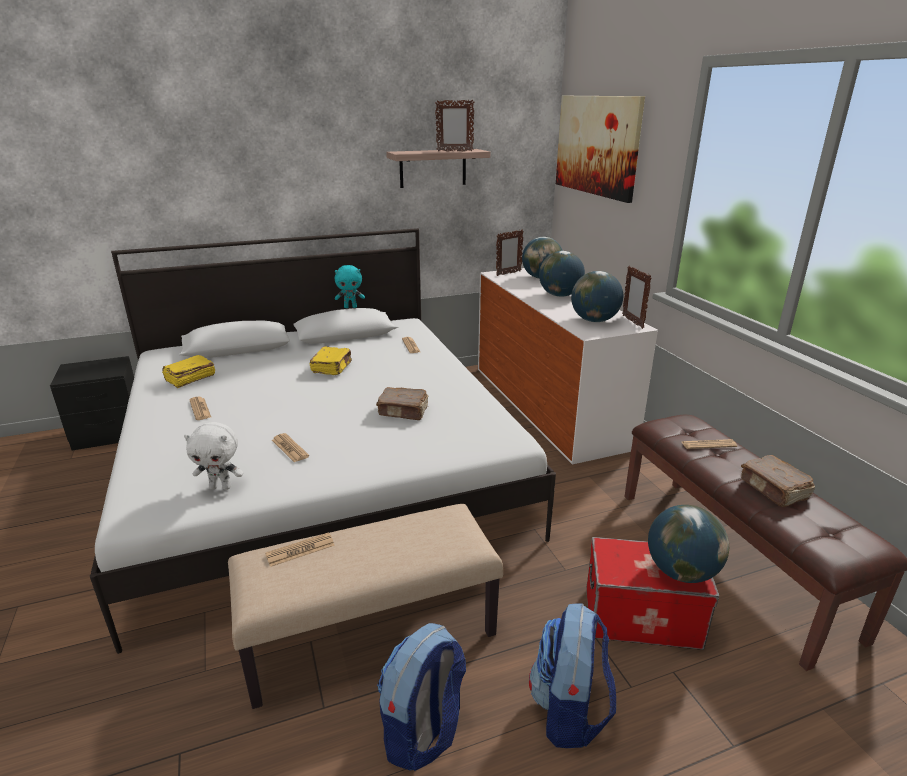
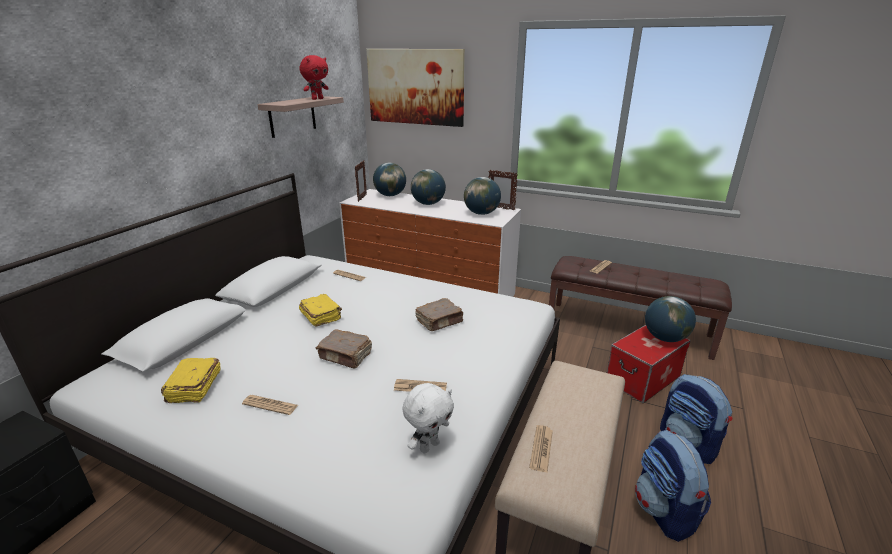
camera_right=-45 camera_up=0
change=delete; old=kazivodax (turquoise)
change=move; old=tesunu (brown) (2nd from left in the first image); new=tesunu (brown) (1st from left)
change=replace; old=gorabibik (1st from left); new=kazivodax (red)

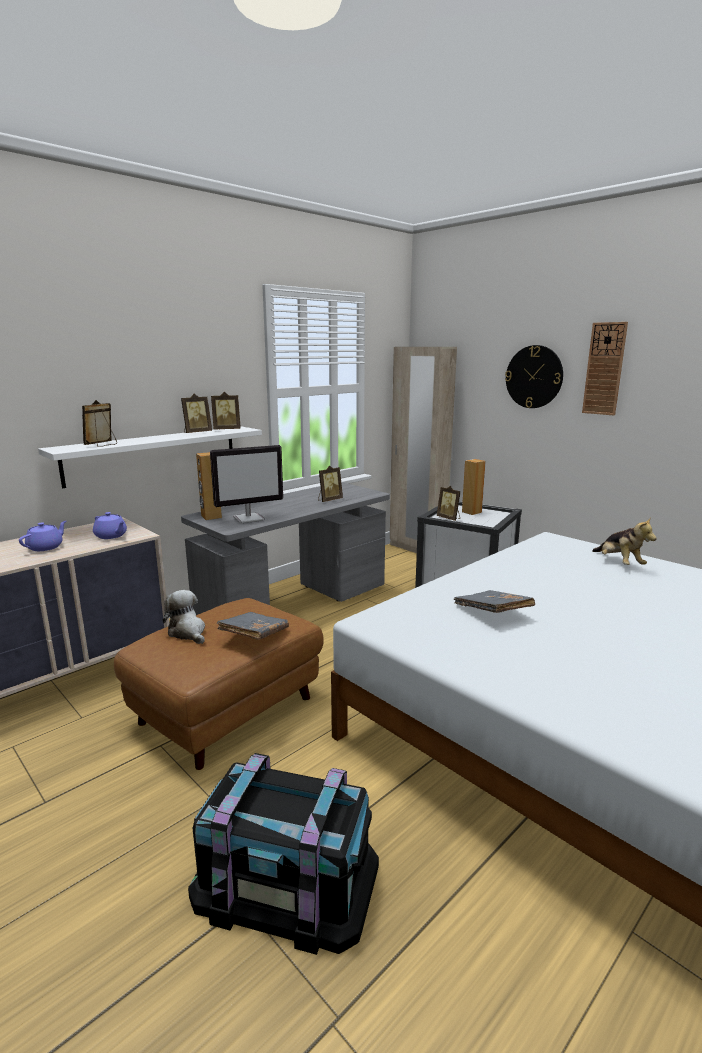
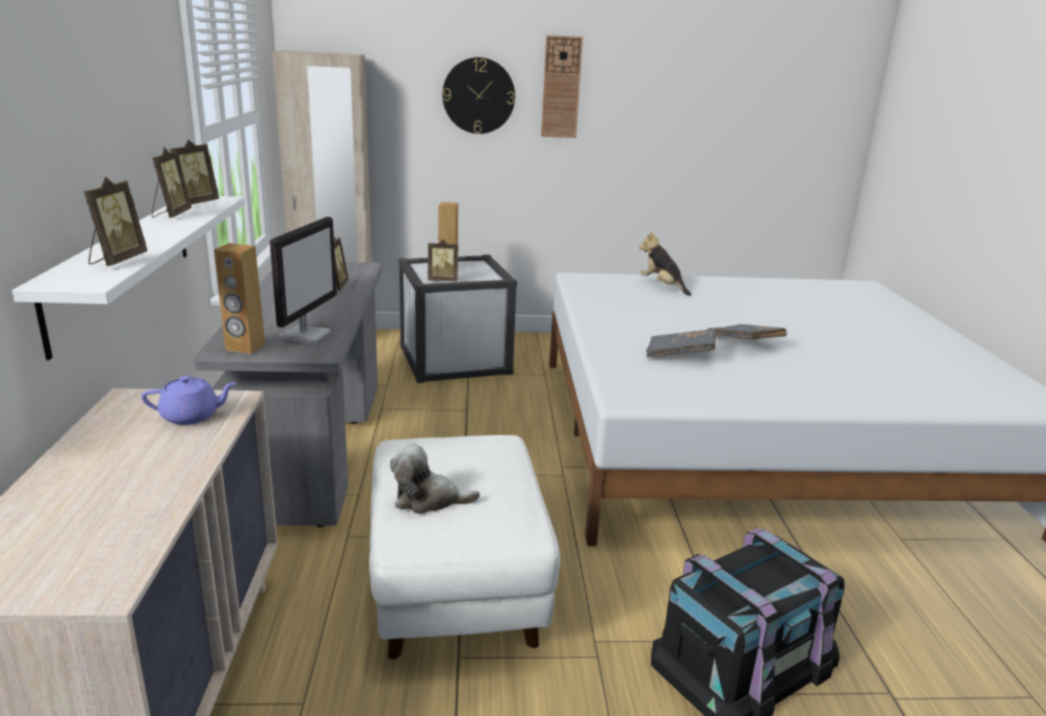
camera_right=-50 camera_up=5
change=delete; old=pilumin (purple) (1st from left)
change=move; old=tesunu (grey) (1st from left in the first image); new=tesunu (grey) (2nd from left)
change=recolor; old=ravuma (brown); new=ravuma (white)
change=rotate; old=gorabibik (1st from left); degrees=-150
change=rotate; old=kazivodax (2nd from left); degrees=-150

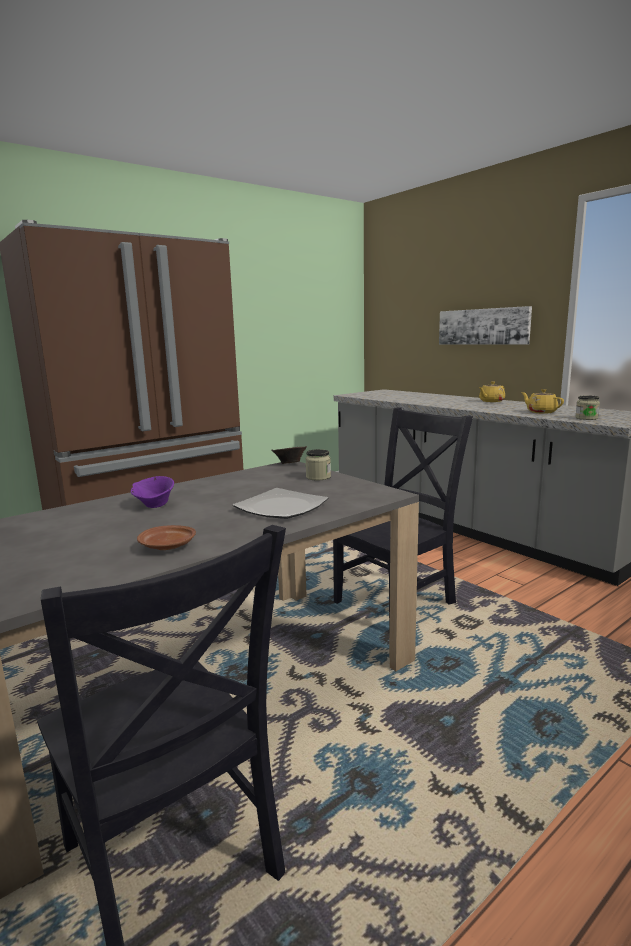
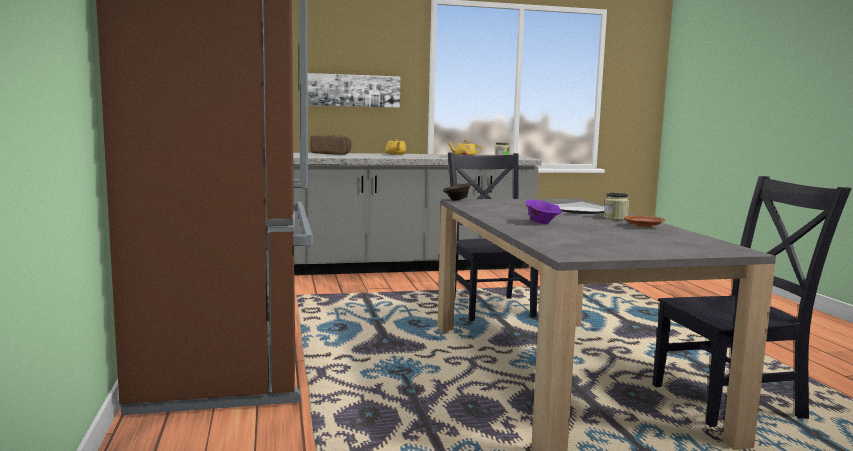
camera_right=-65 camera_up=-5
change=insert; new=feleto
change=move; old=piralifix (1st from left in the first image); new=piralifix (2nd from left)

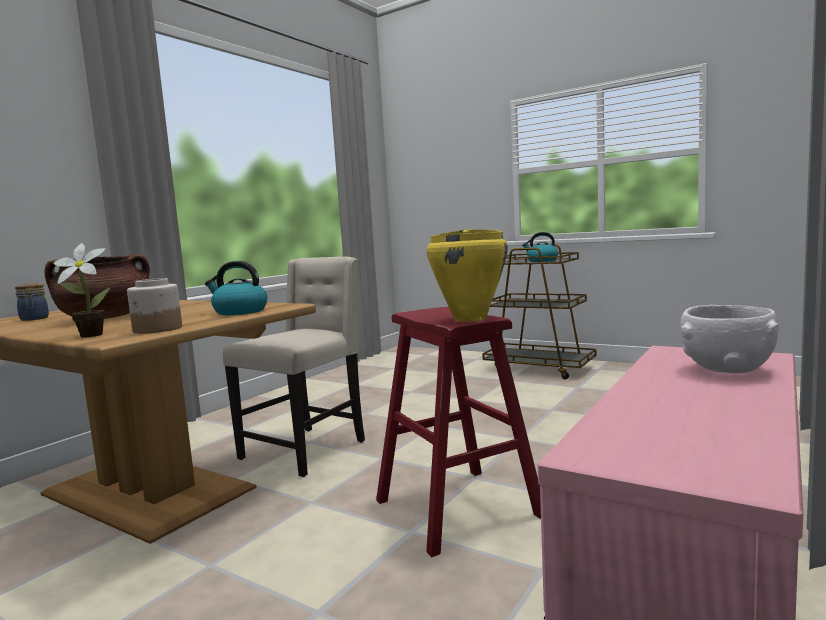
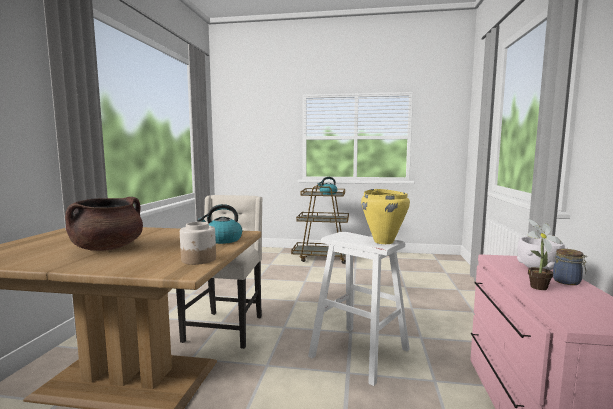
camera_right=-25 camera_up=0
change=move; old=piralifix (1st from left in the first image); new=piralifix (2nd from left)
change=move; old=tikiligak
change=recolor; old=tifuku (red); new=tifuku (white)

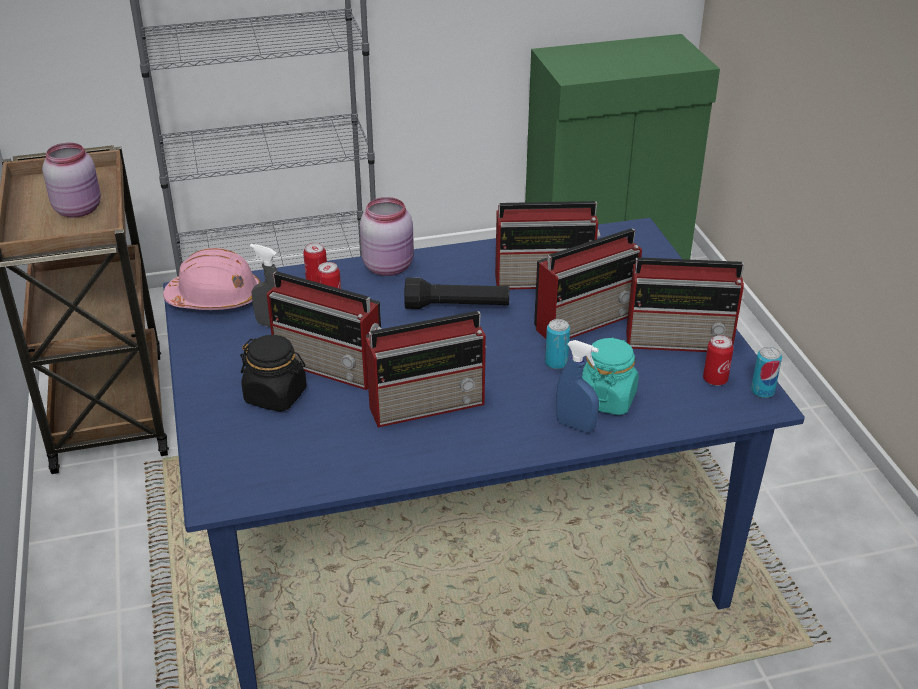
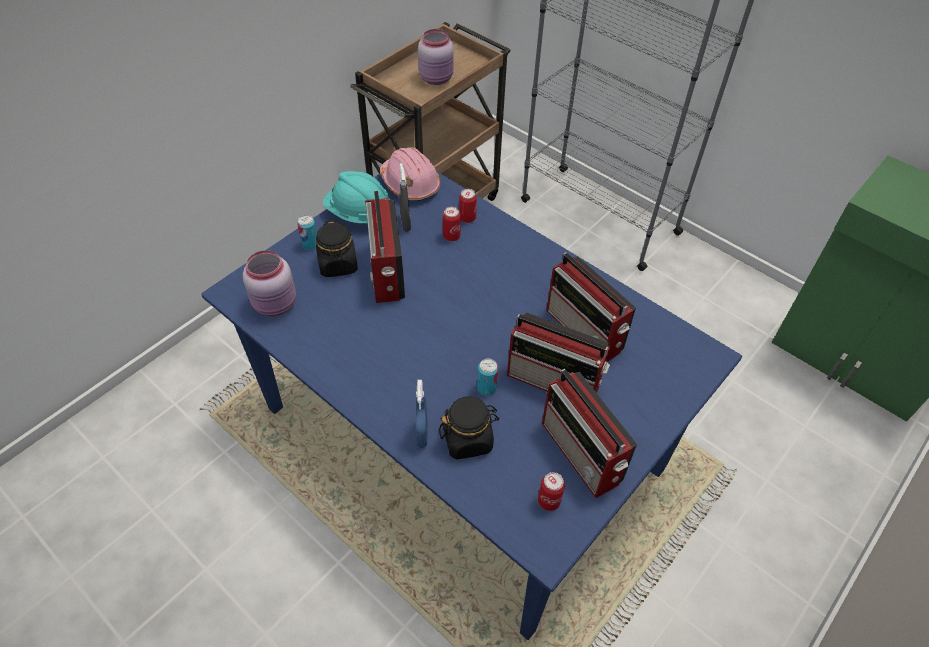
camera_right=55 camera_up=15
change=delete; old=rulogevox (2nd from left)
change=delete; old=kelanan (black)
change=insert; new=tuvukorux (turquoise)
change=move; old=piralifix (pink) (2nd from left in the first image); new=piralifix (pink) (1st from left)
change=move; old=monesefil (5th from left in the first image); new=monesefil (1st from left)
change=recolor; old=piralifix (turquoise); new=piralifix (black) (2nd from left)

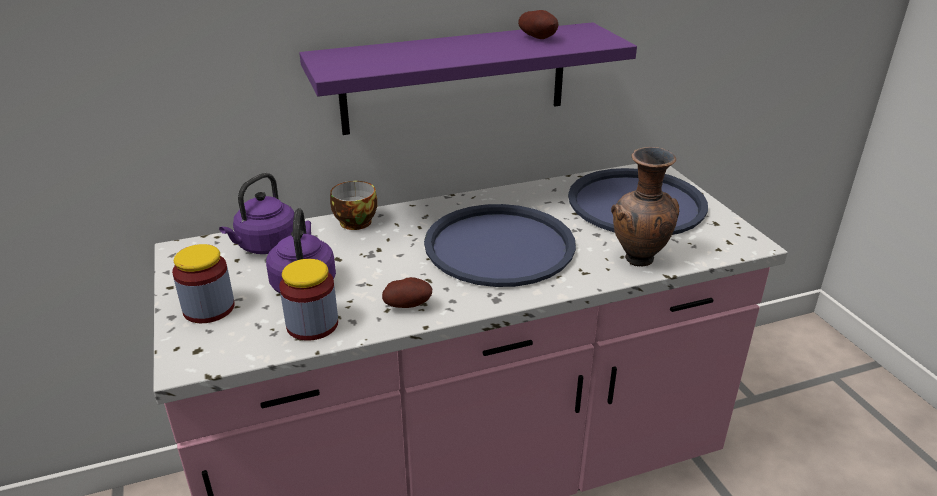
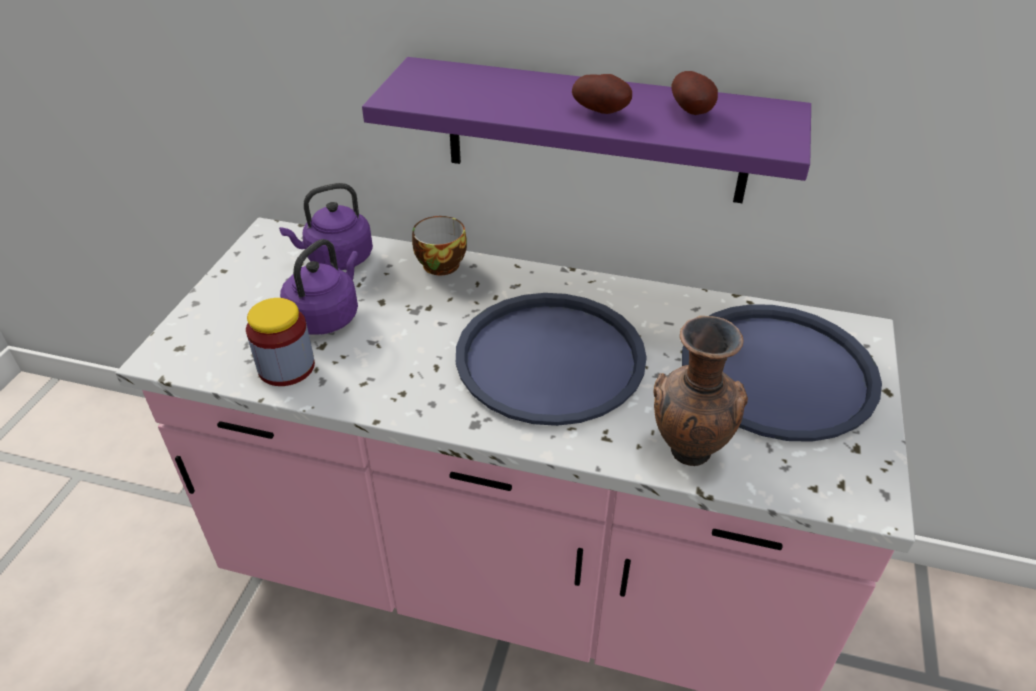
camera_right=35 camera_up=10
change=delete; old=piralifix (1st from left)
change=move; old=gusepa (1st from left)

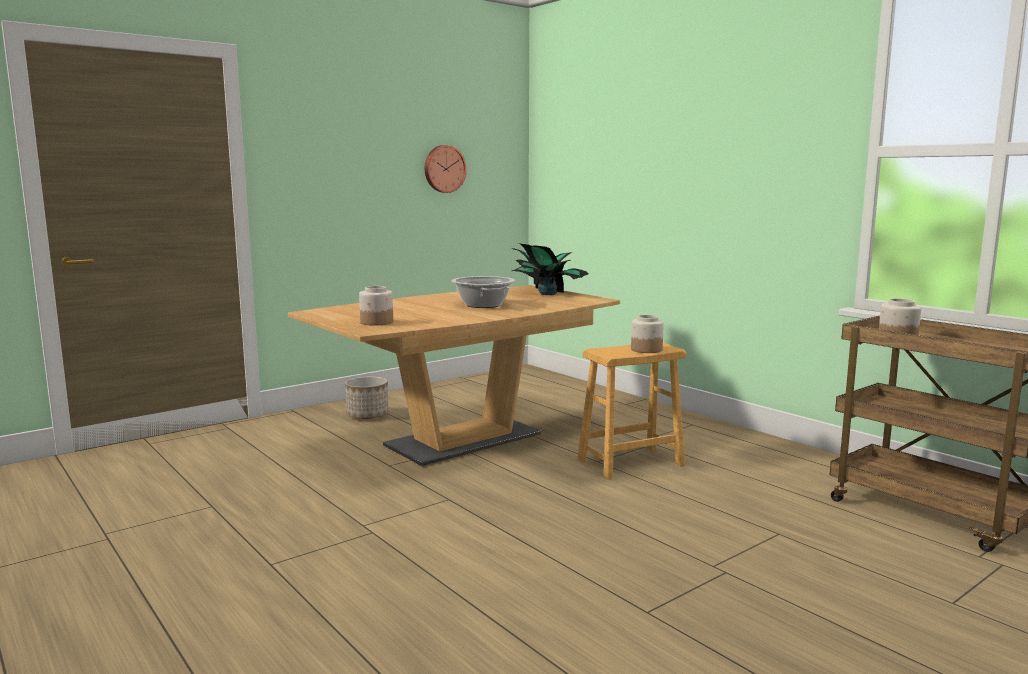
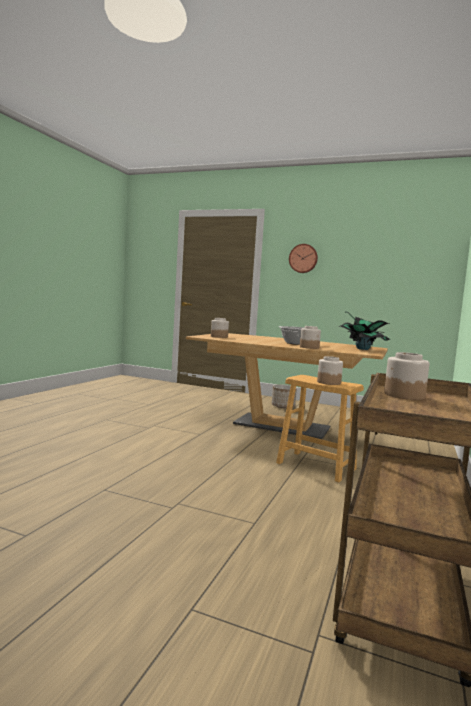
camera_right=60 camera_up=-5
change=insert; new=piralifix (2nd from left)
change=move; old=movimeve

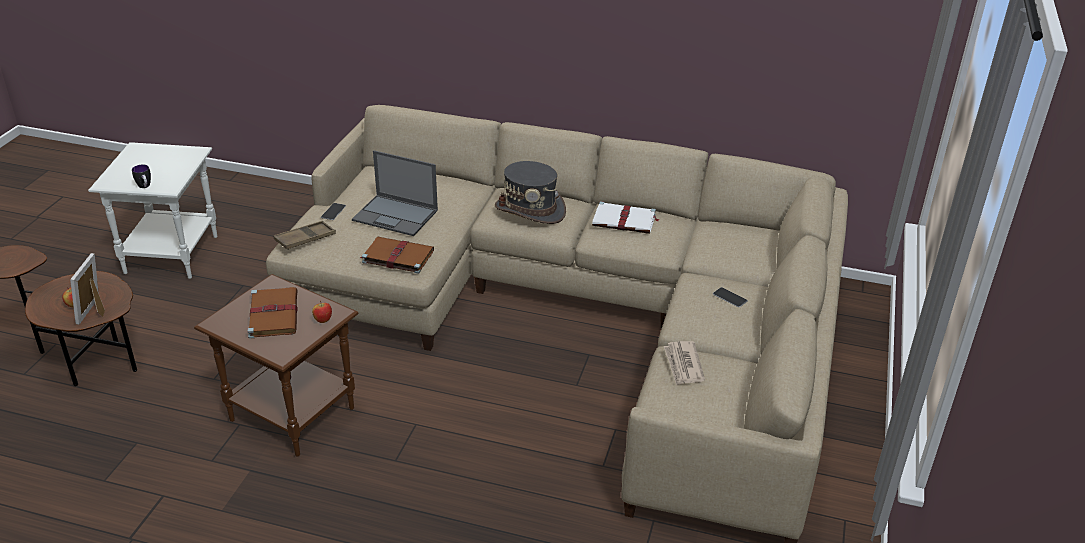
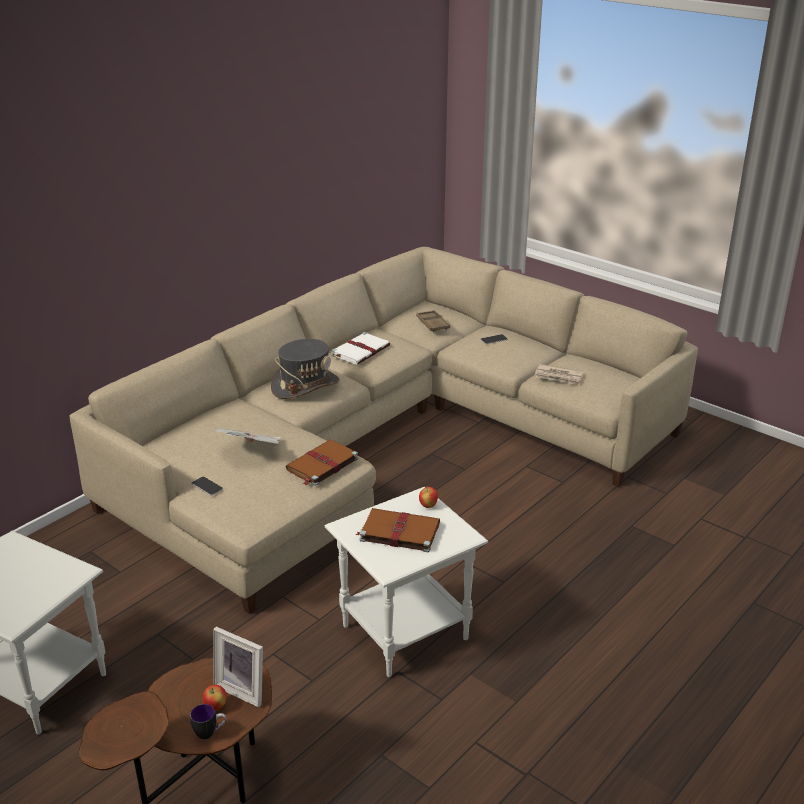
camera_right=-65 camera_up=-5
change=move; old=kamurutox
change=move; old=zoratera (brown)
change=replace; old=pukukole; new=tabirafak (1st from left)
change=recolor; old=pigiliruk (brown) (2nd from left); new=pigiliruk (white) (2nd from left)

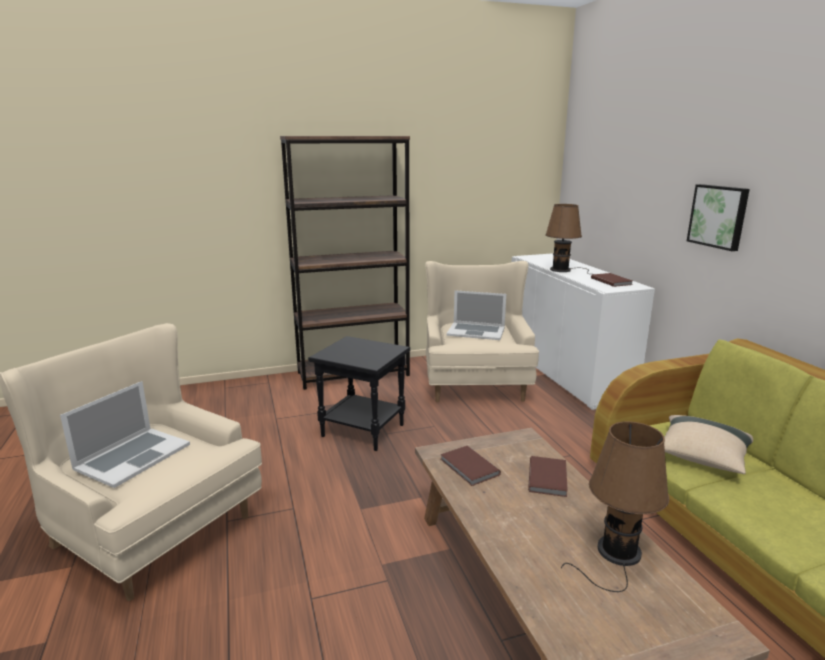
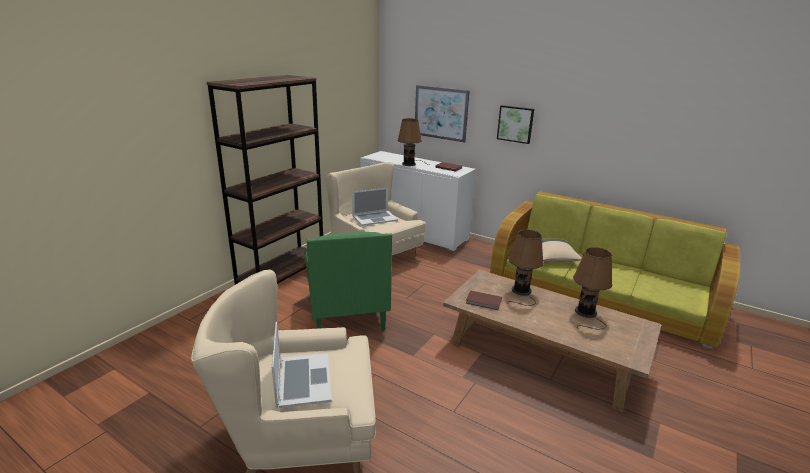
camera_right=-40 camera_up=5
change=insert; new=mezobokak (1st from left)
change=replace; old=pigiliruk (black); new=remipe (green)
change=replace; old=tesunu (brown) (2nd from left); new=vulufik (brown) (2nd from left)

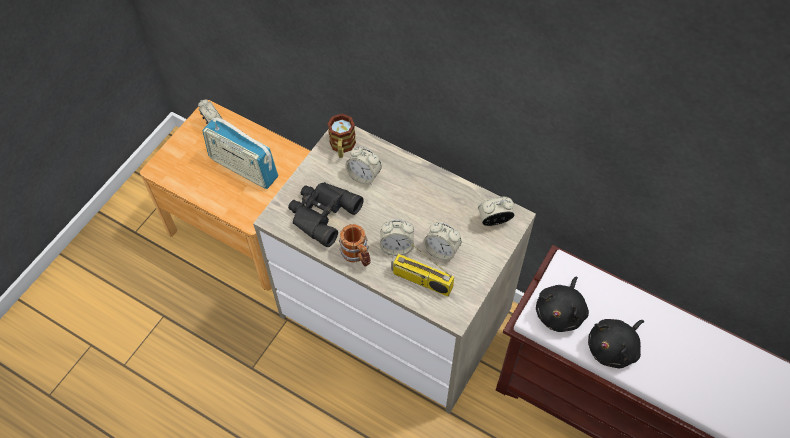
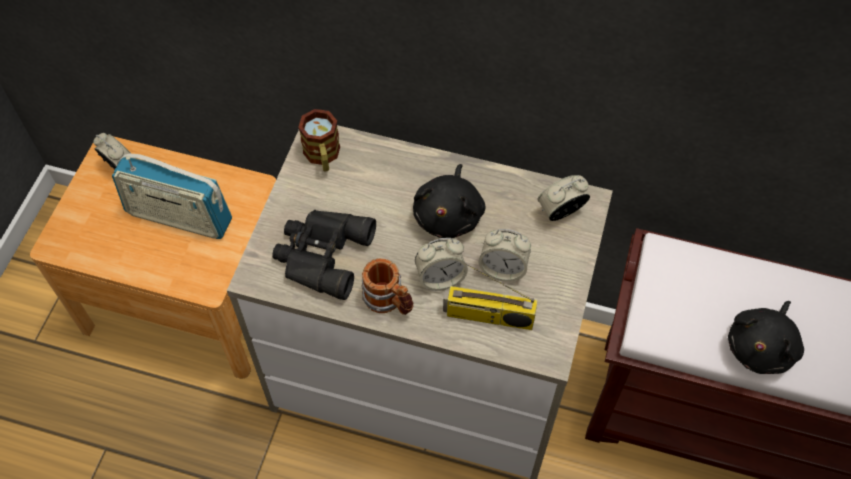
camera_right=-15 camera_up=0
change=delete; old=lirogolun (2nd from left)
change=move; old=kazivodax (black) (1st from left)

